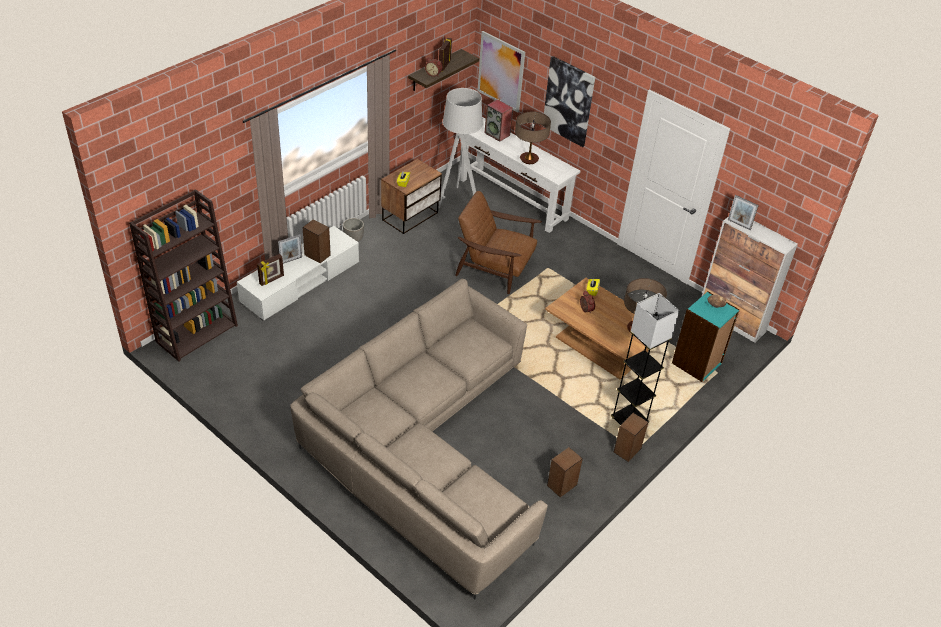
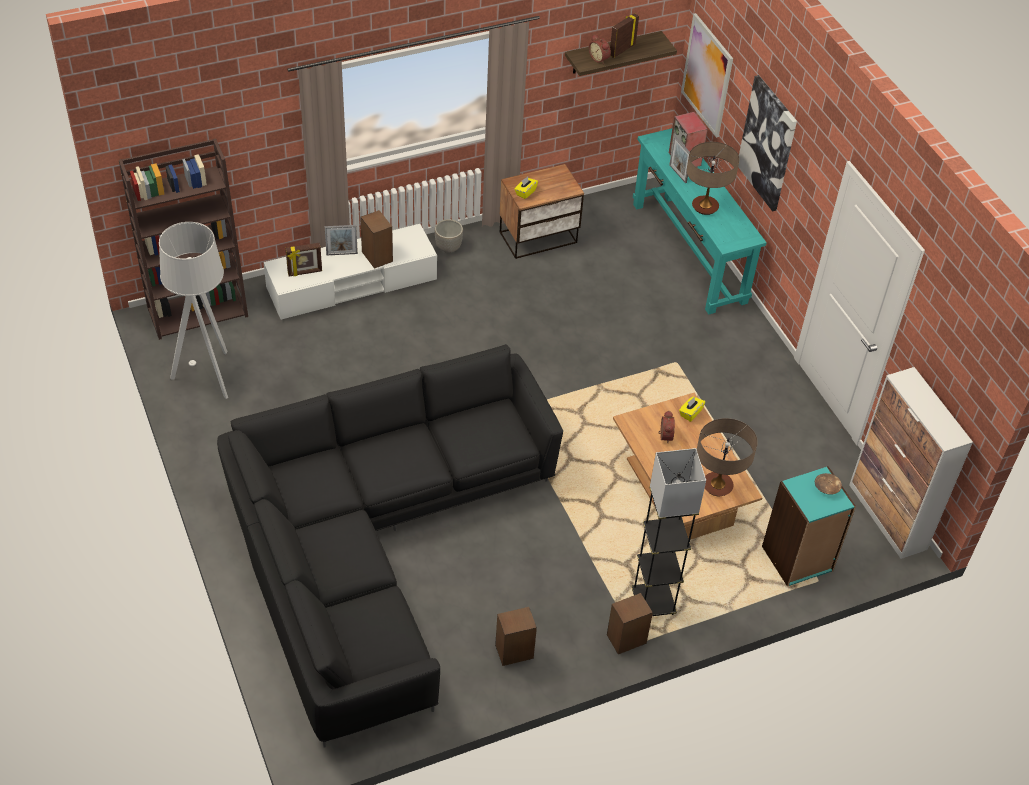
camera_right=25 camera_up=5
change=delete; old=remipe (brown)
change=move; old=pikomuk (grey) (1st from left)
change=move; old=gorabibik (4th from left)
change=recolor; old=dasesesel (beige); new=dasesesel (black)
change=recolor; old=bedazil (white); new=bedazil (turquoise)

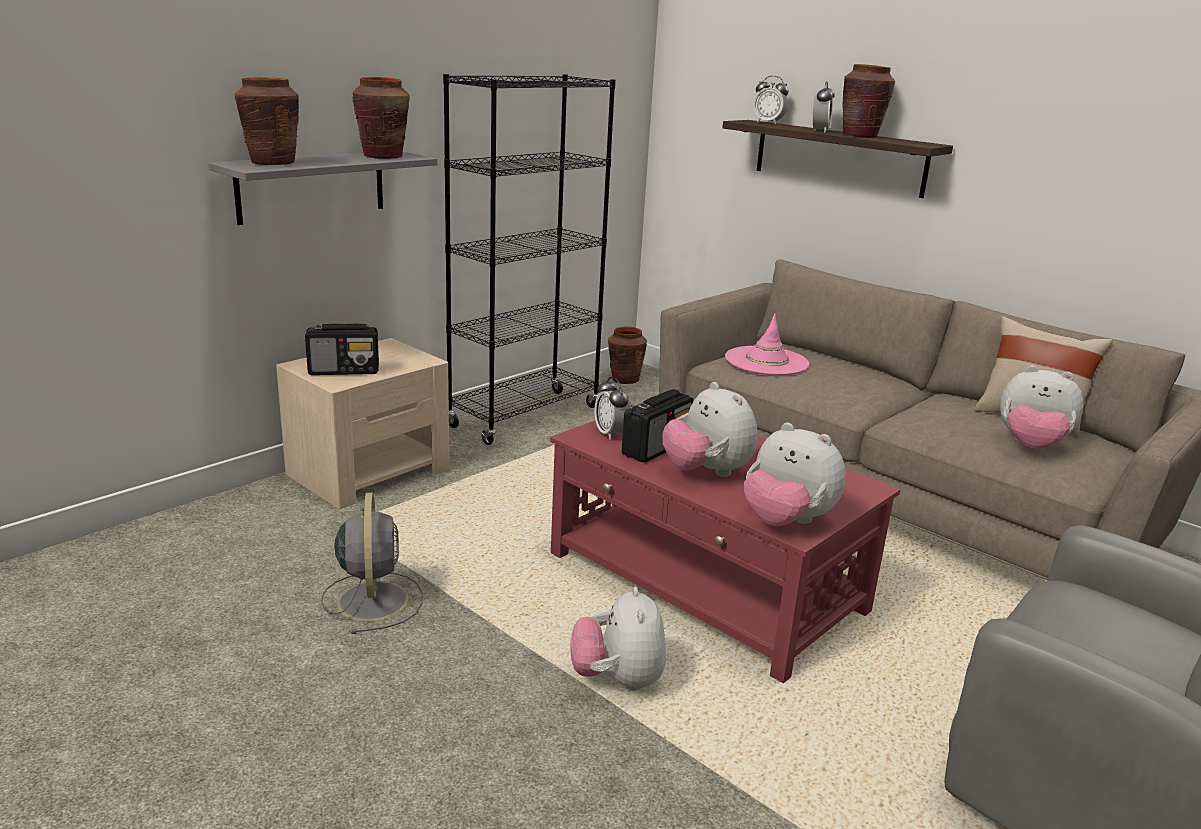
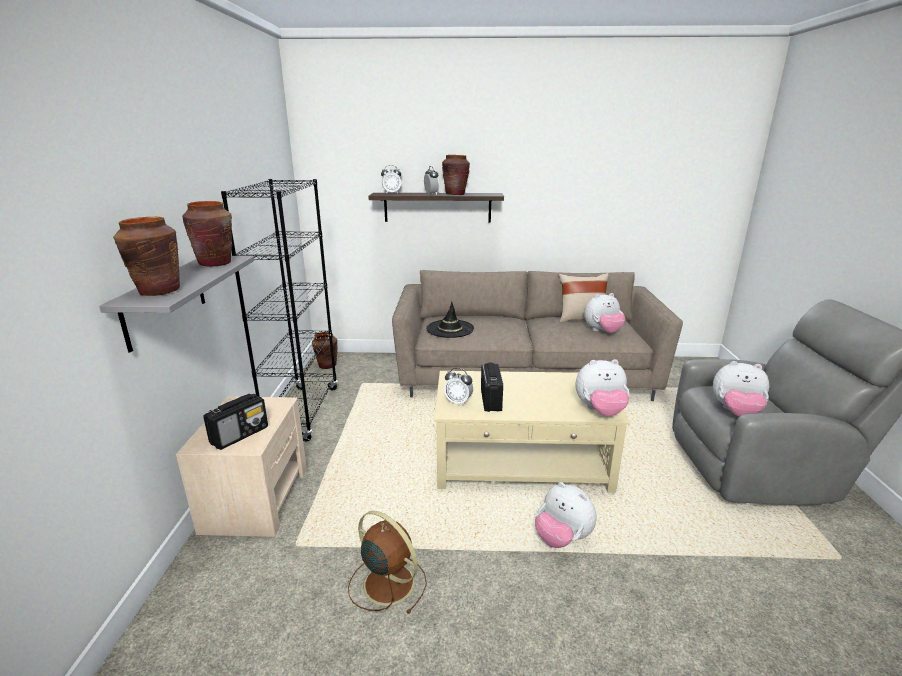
camera_right=-40 camera_up=0
change=move; old=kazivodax (2nd from left in the first image); new=kazivodax (4th from left)
change=recolor; old=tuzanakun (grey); new=tuzanakun (brown)
change=recolor; old=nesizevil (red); new=nesizevil (beige)
change=recolor; old=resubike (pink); new=resubike (black)

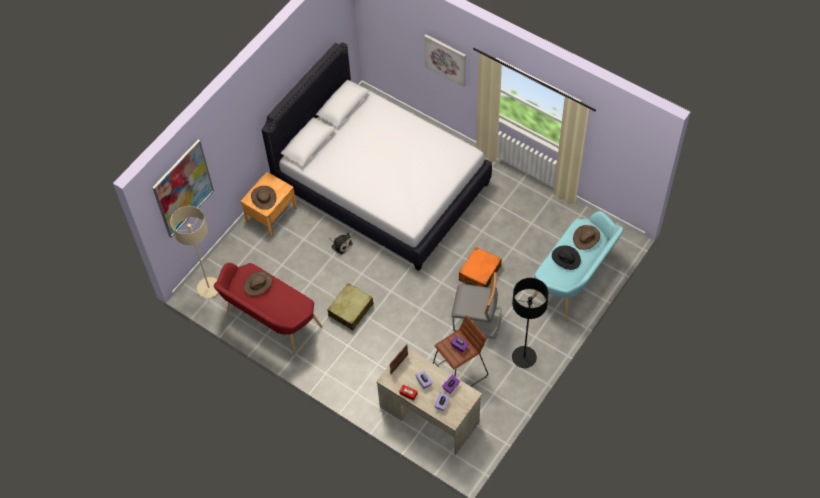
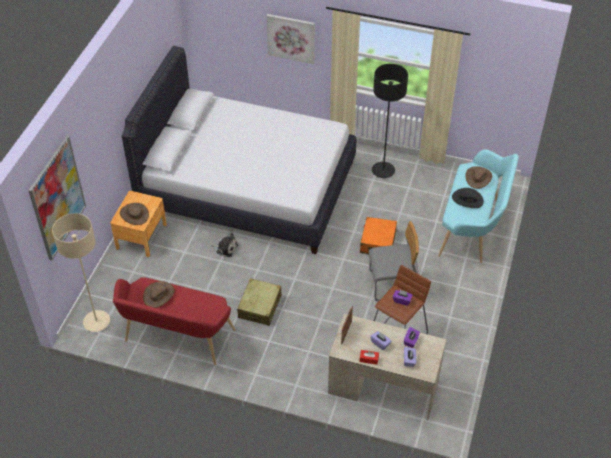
camera_right=-20 camera_up=-10
change=move; old=pikomuk (black)

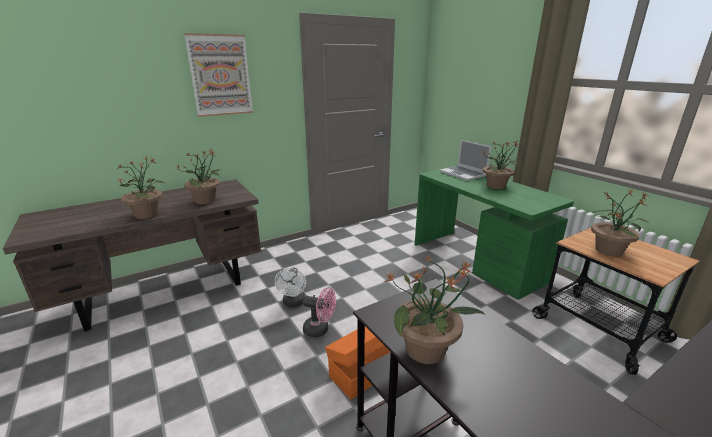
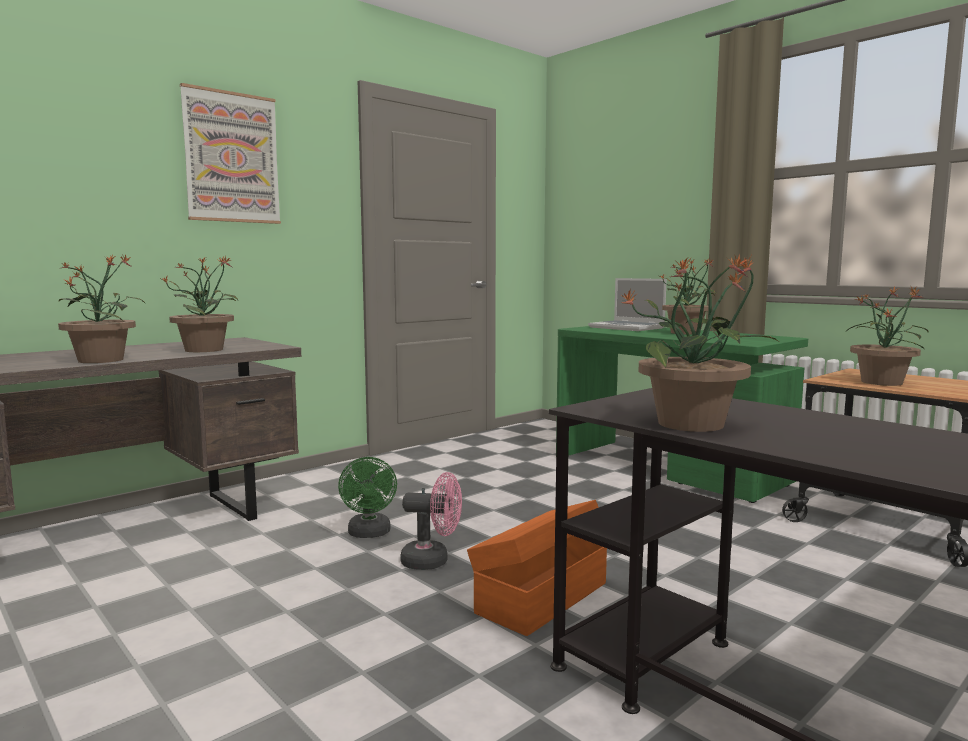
camera_right=-10 camera_up=-15
change=recolor; old=tuzanakun (white); new=tuzanakun (green)

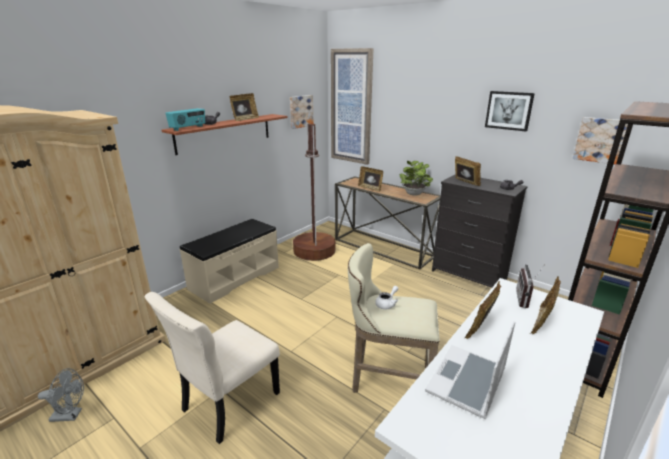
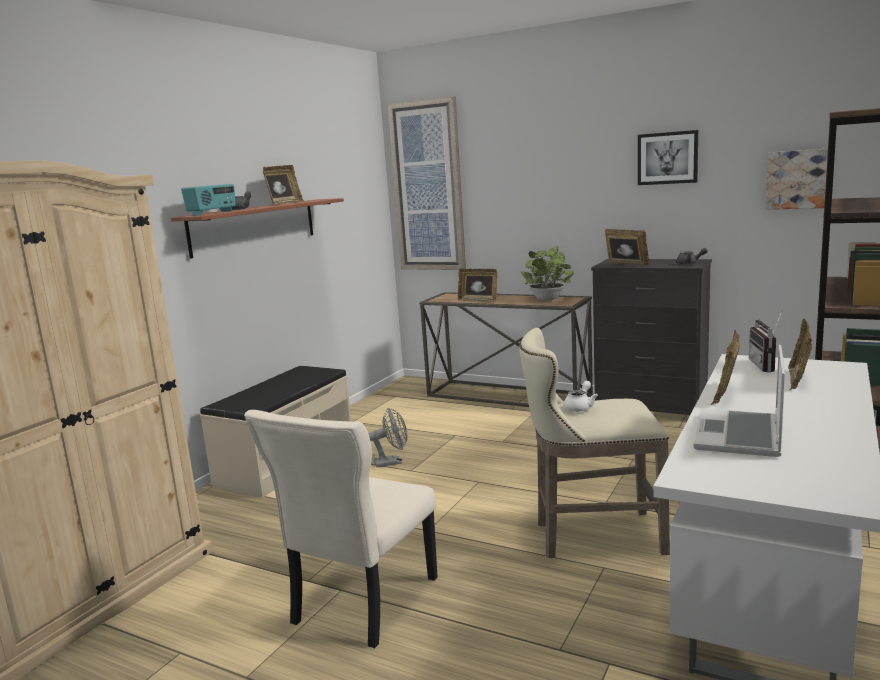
camera_right=-10 camera_up=-10
change=delete; old=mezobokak (1st from left)
change=delete; old=pikomuk (brown)
change=move; old=tuzanakun (grey)

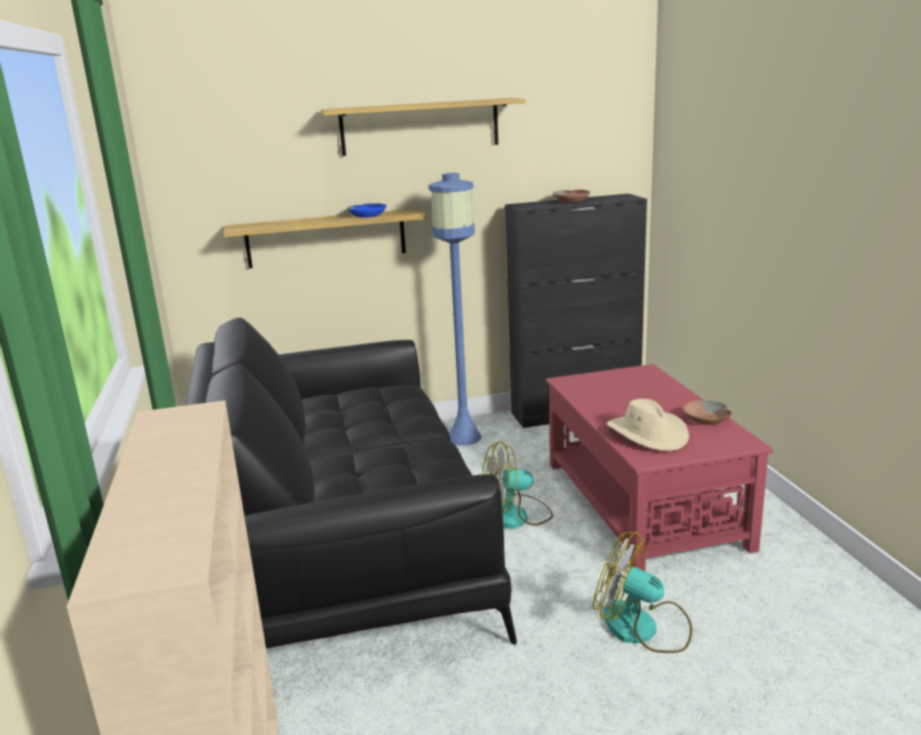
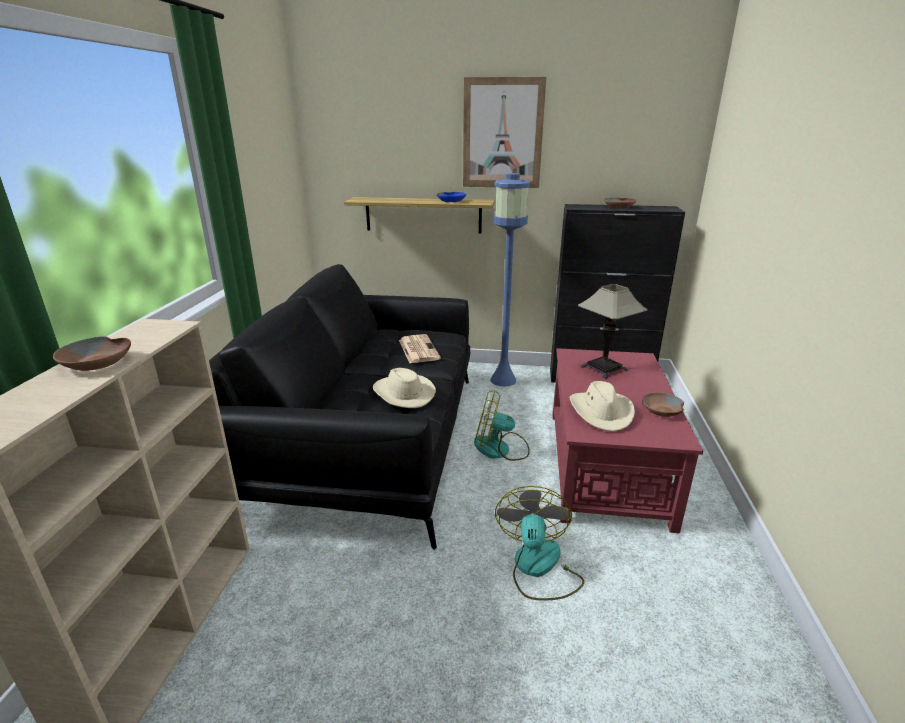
camera_right=20 camera_up=5
change=insert; new=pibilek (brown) (1st from left)
change=insert; new=resubike (beige) (1st from left)
change=insert; new=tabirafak
change=insert; new=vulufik
change=replace; old=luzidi (2nd from left); new=mezobokak
change=rotate; old=tuzanakun (2nd from left); degrees=45

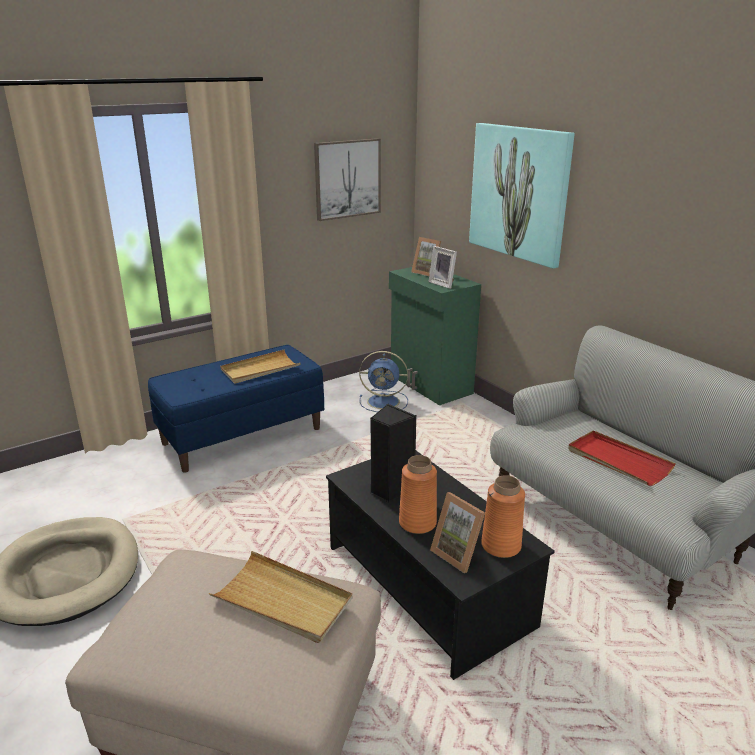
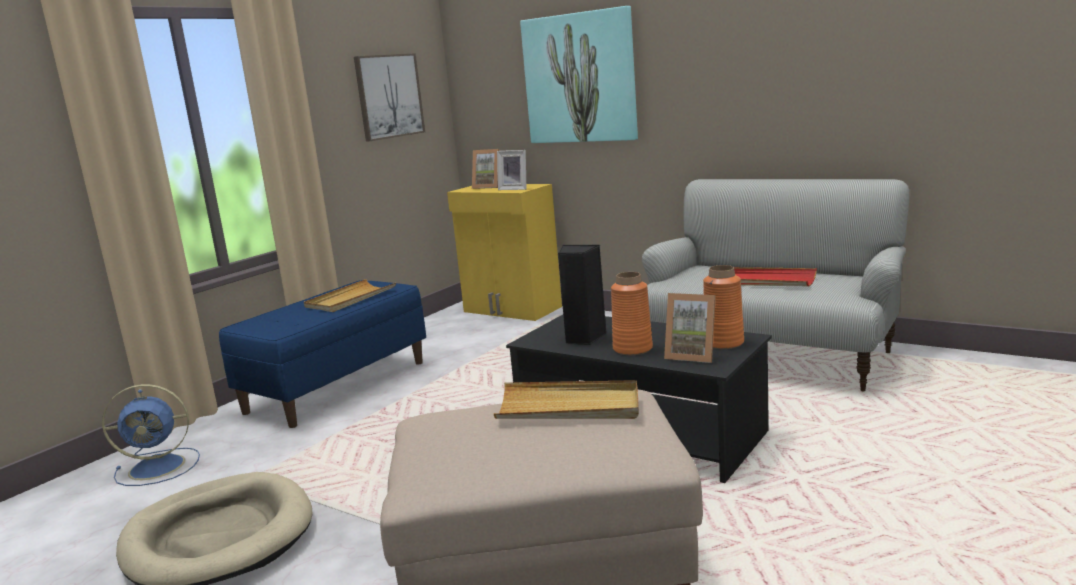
camera_right=-20 camera_up=-10
change=move; old=tuzanakun (blue)
change=recolor; old=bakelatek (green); new=bakelatek (yellow)

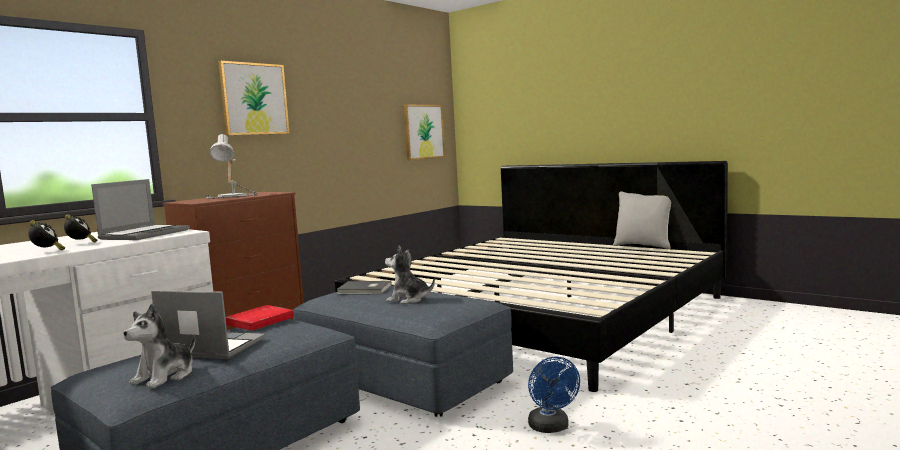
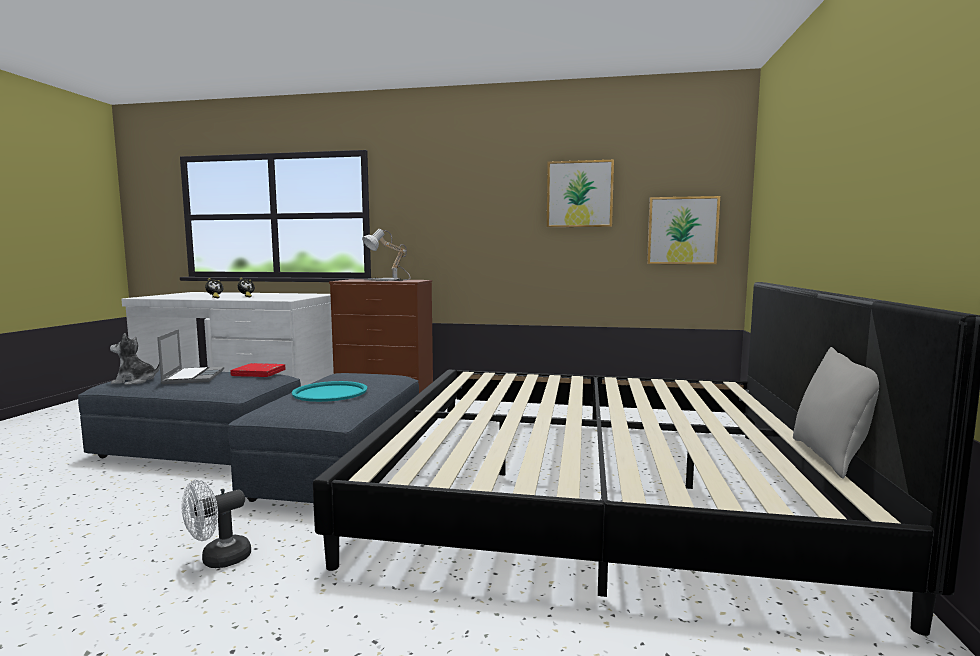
camera_right=60 camera_up=0
change=delete; old=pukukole (1st from left)
change=delete; old=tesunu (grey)
change=move; old=mezobokak (1st from left)
change=replace; old=kazivodax (2nd from left); new=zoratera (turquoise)
change=recolor; old=tuzanakun (blue); new=tuzanakun (white)

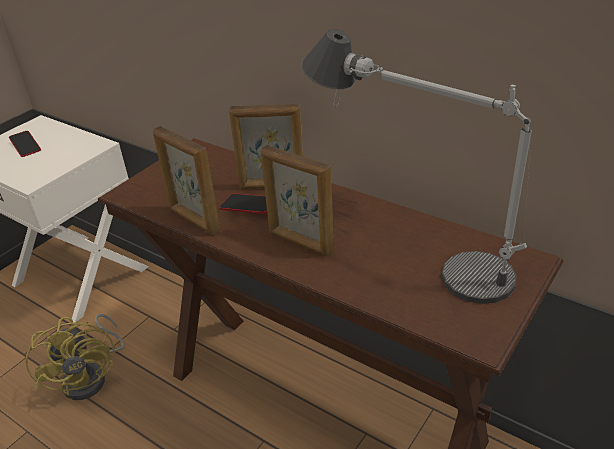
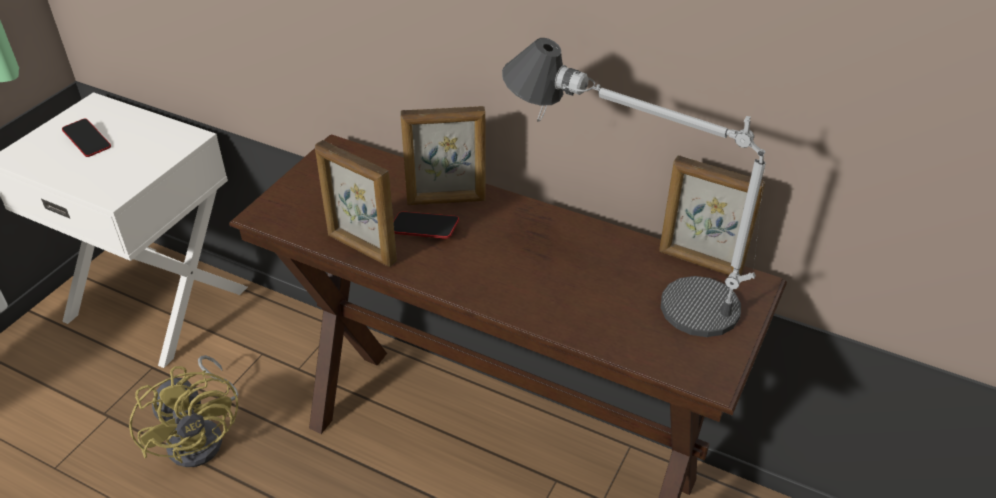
camera_right=-10 camera_up=5
change=move; old=gorabibik (3rd from left)

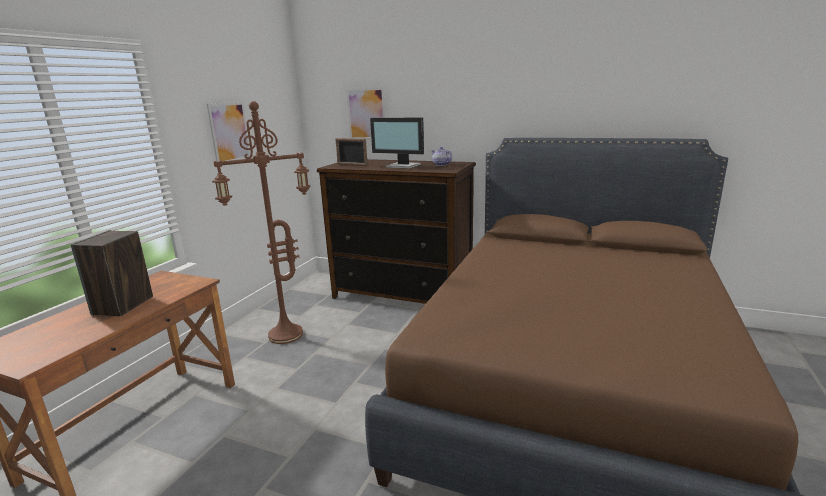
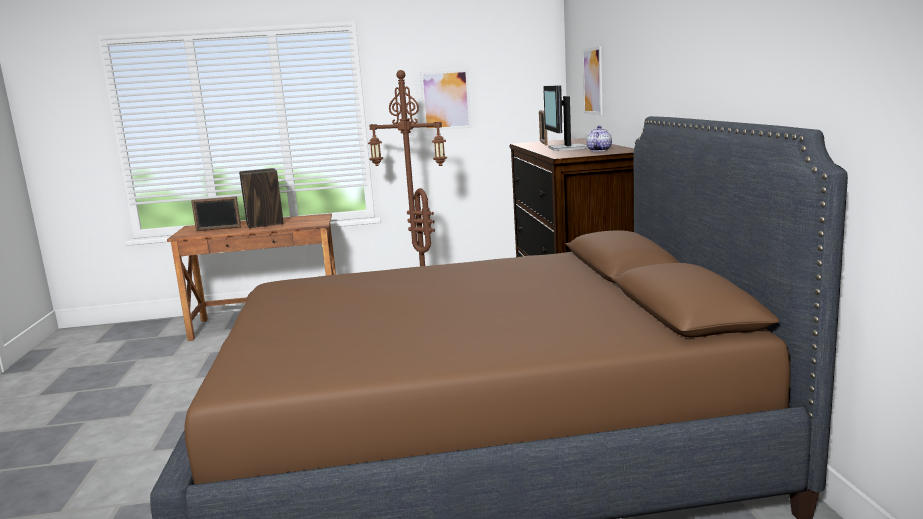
camera_right=60 camera_up=-5
change=insert; new=gorabibik (1st from left)

